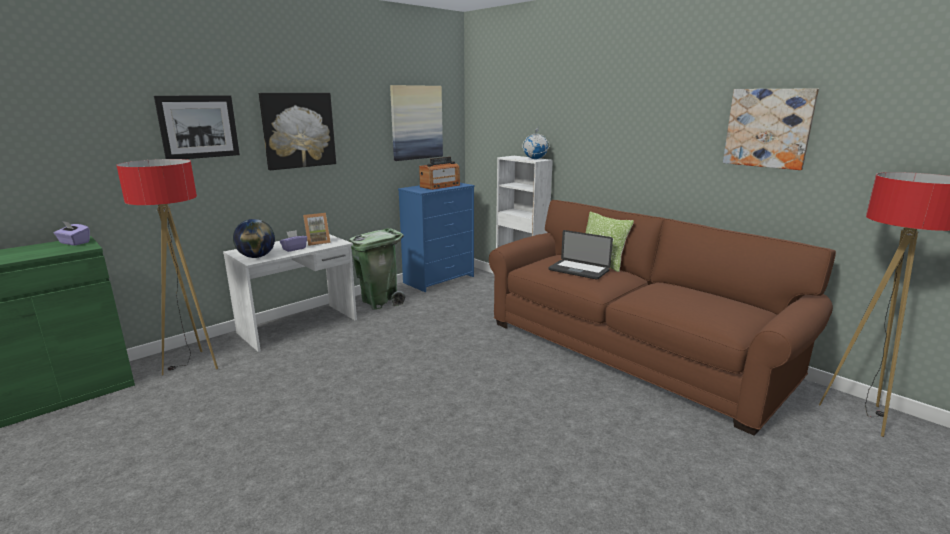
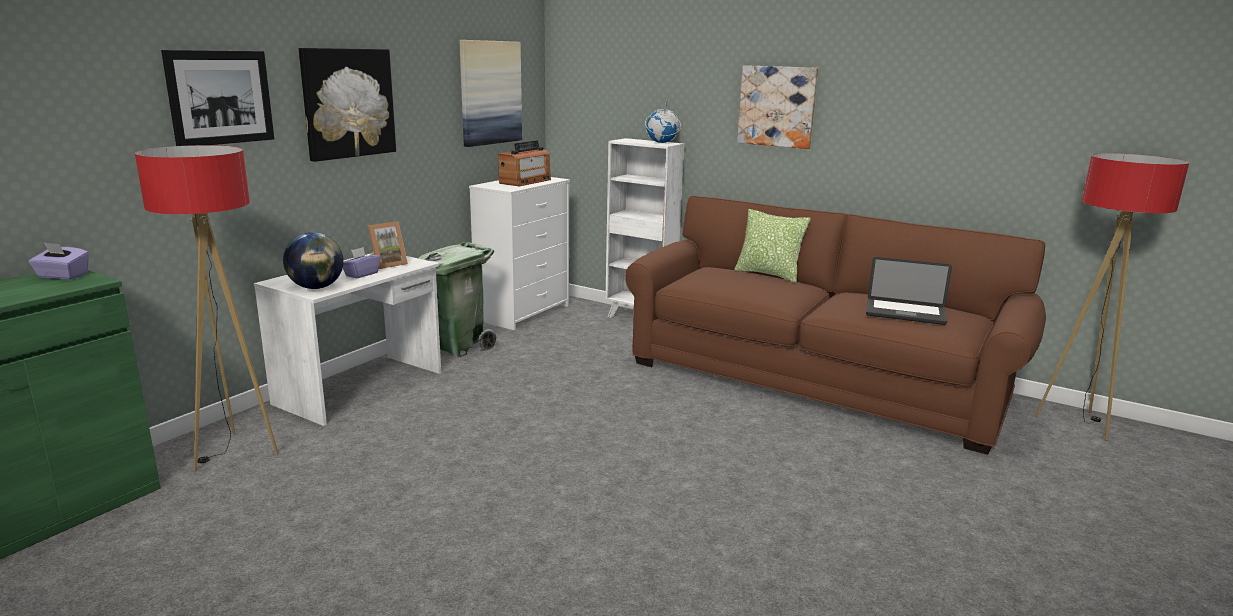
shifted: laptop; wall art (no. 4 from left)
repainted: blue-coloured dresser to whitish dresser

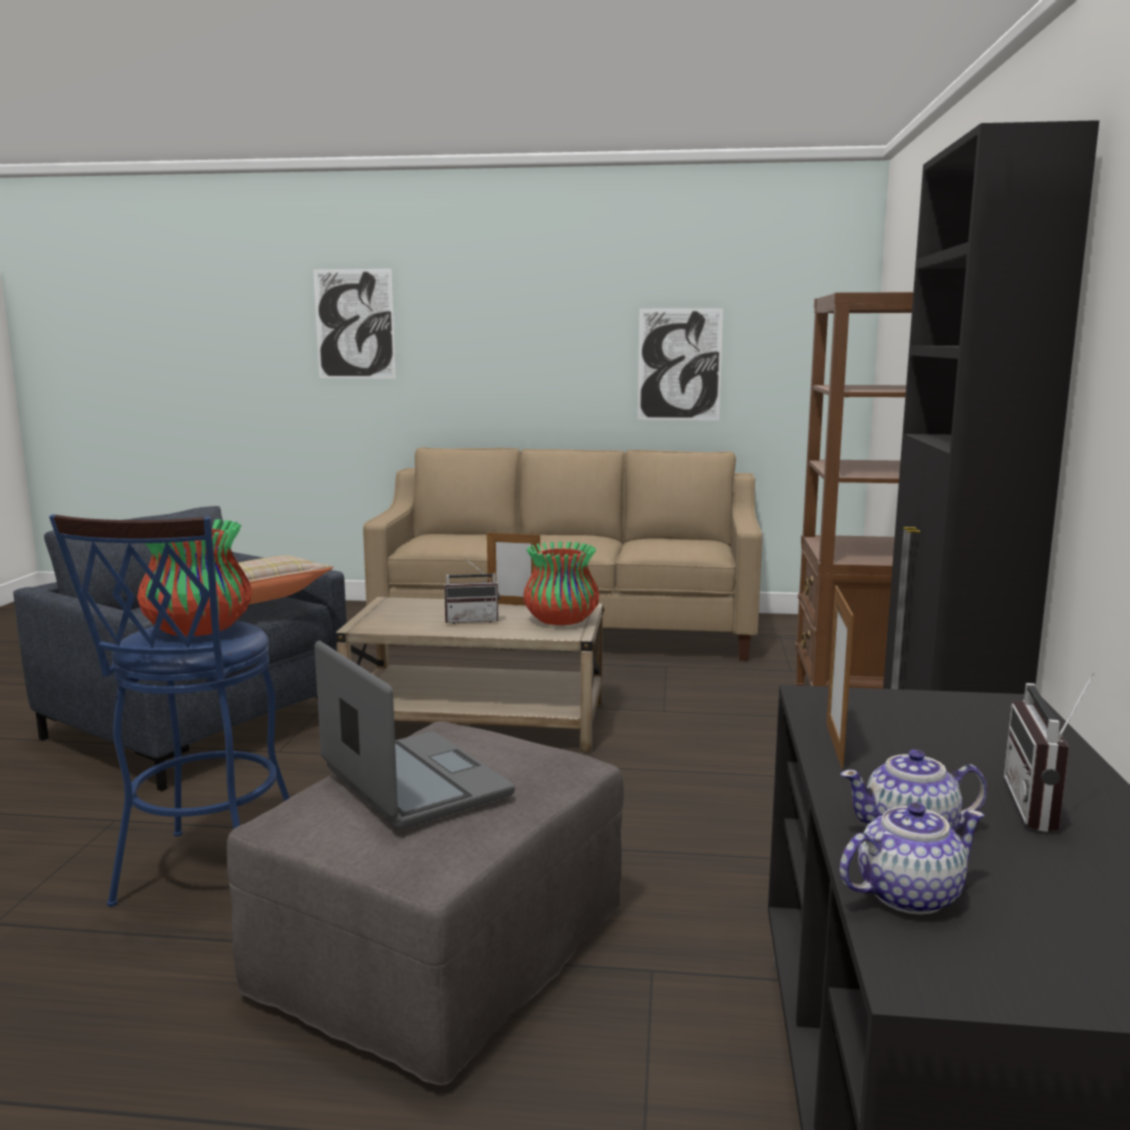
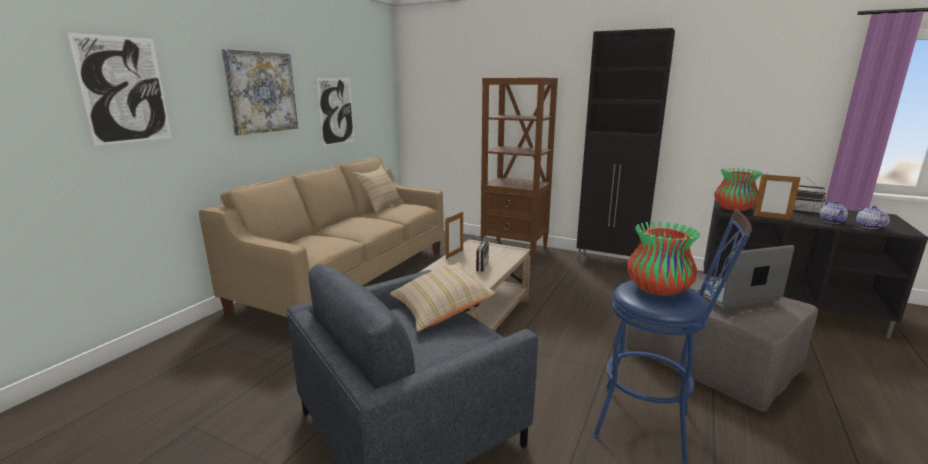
new: wall art (no. 2 from left); beige pillow (no. 1 from left)
shifted: flower vase (no. 2 from left)

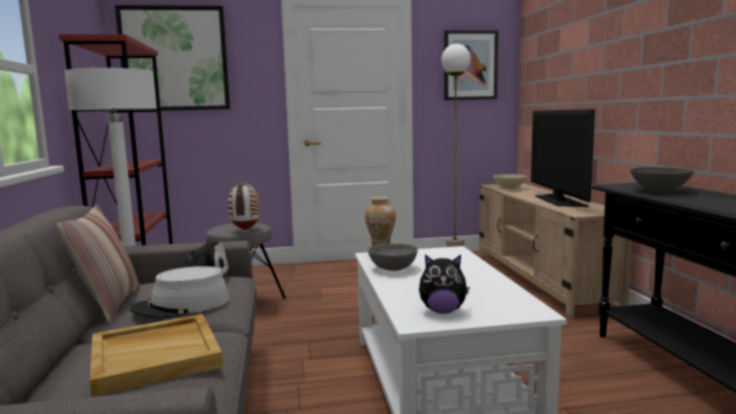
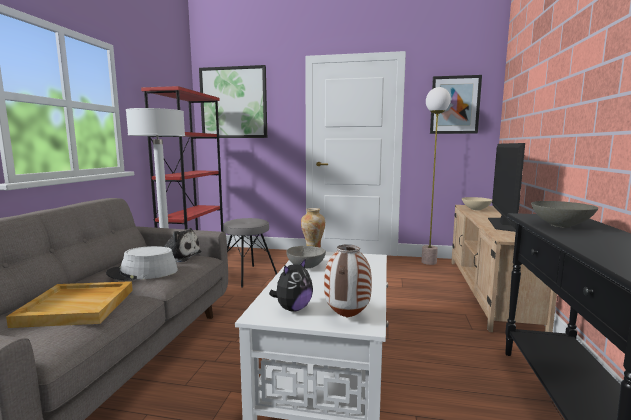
gone: pillow
shifted: flower vase (no. 1 from left in the first image) to flower vase (no. 2 from left)
rotated: plush toy (no. 2 from left) 75 degrees counterclockwise

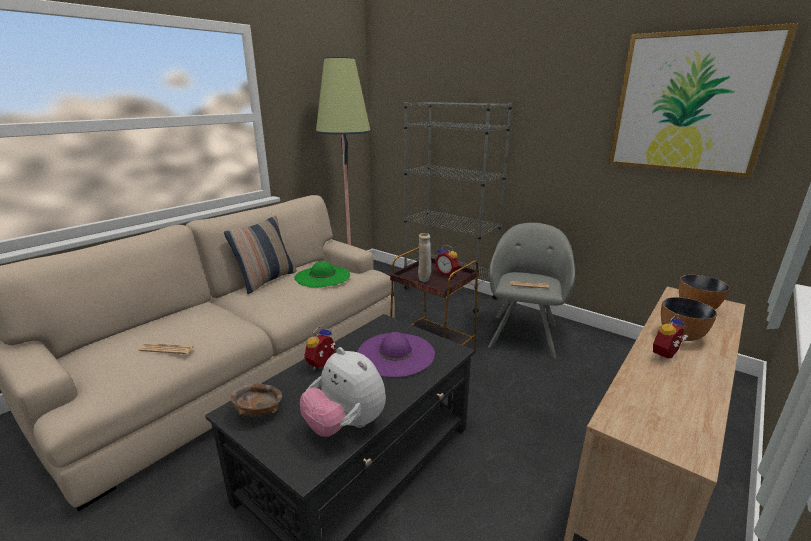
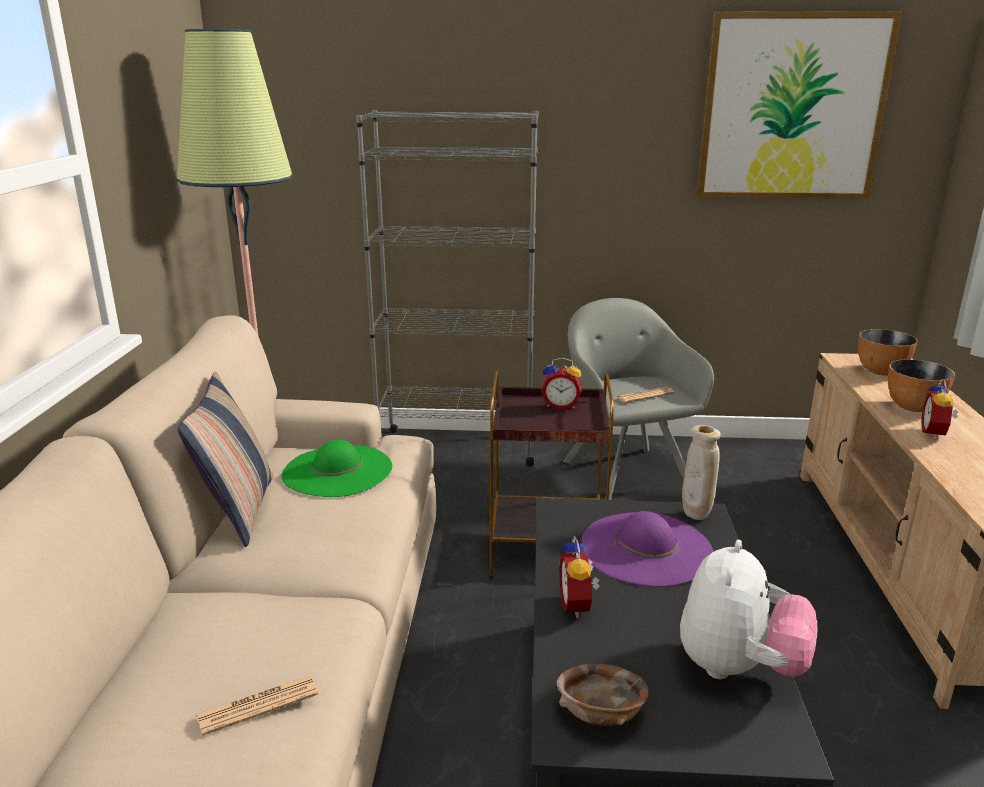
shifted: beige flower vase
rotated: plush toy 75 degrees counterclockwise

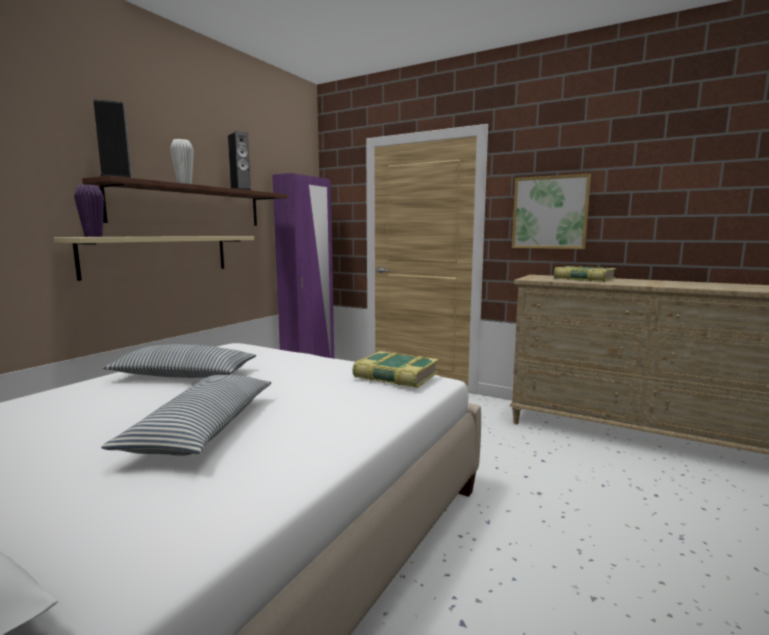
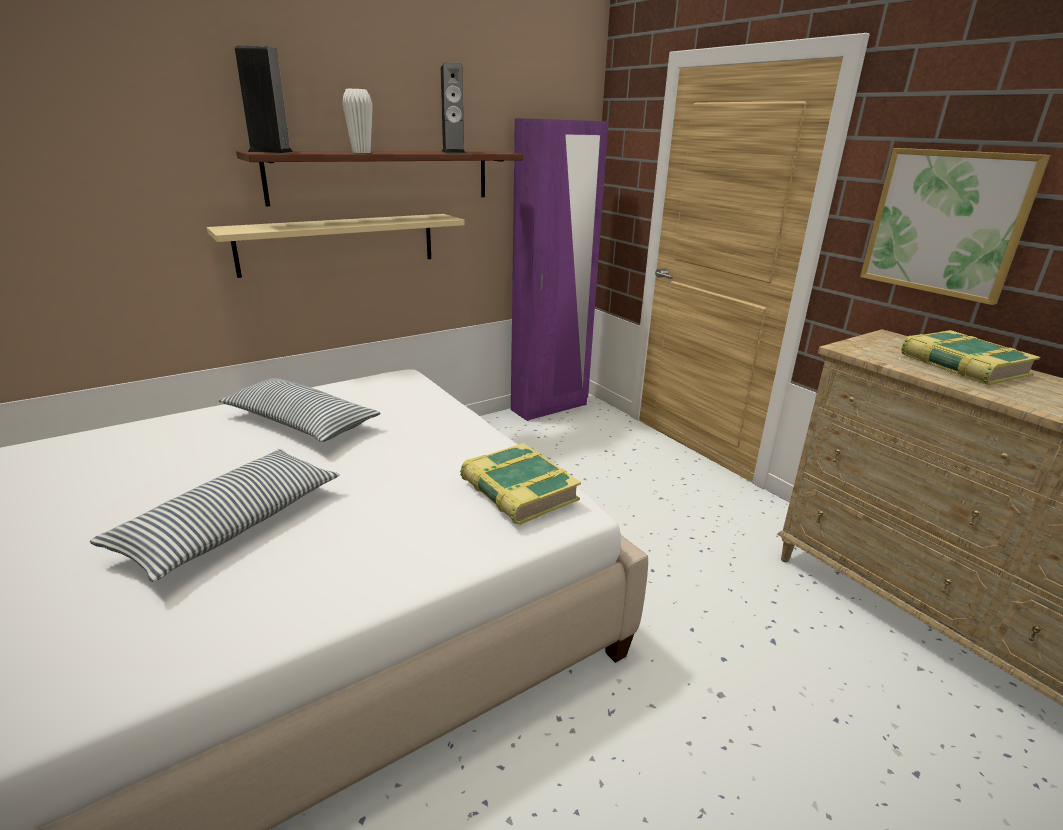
gone: purple-coloured flower vase

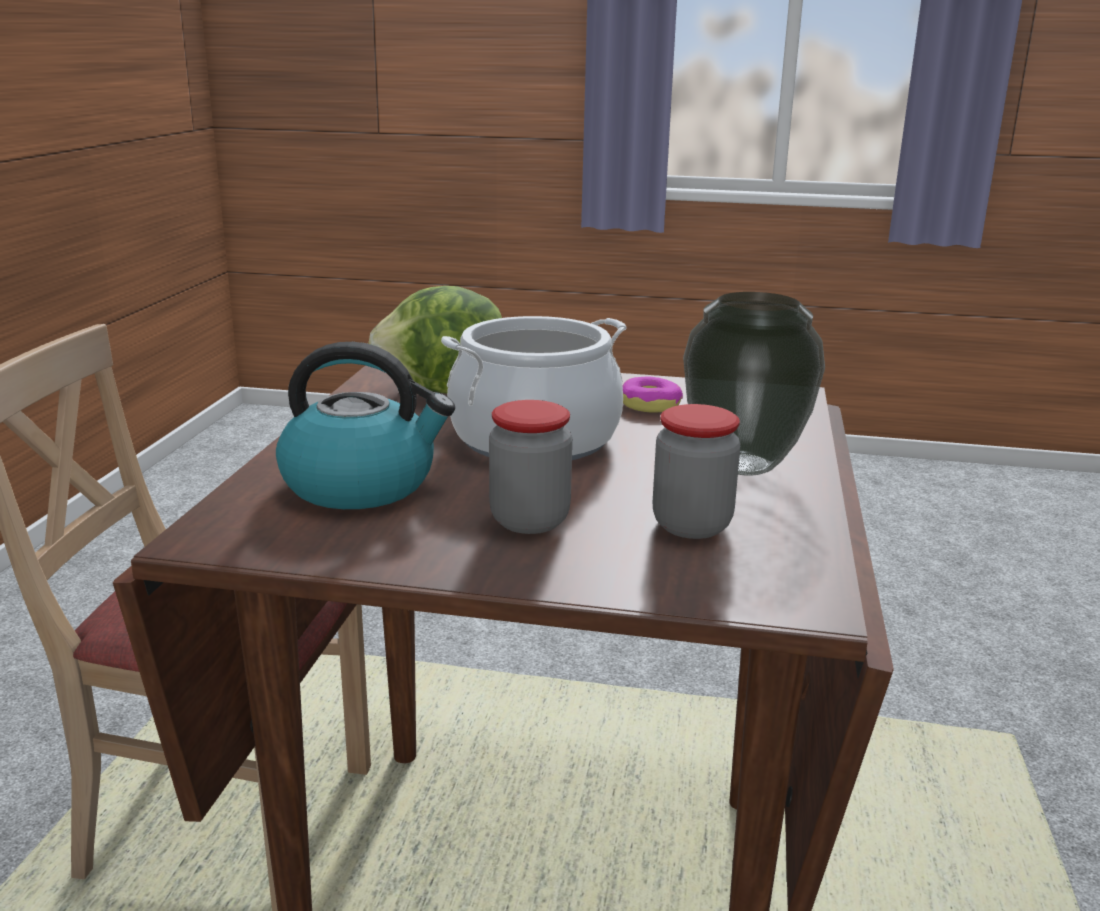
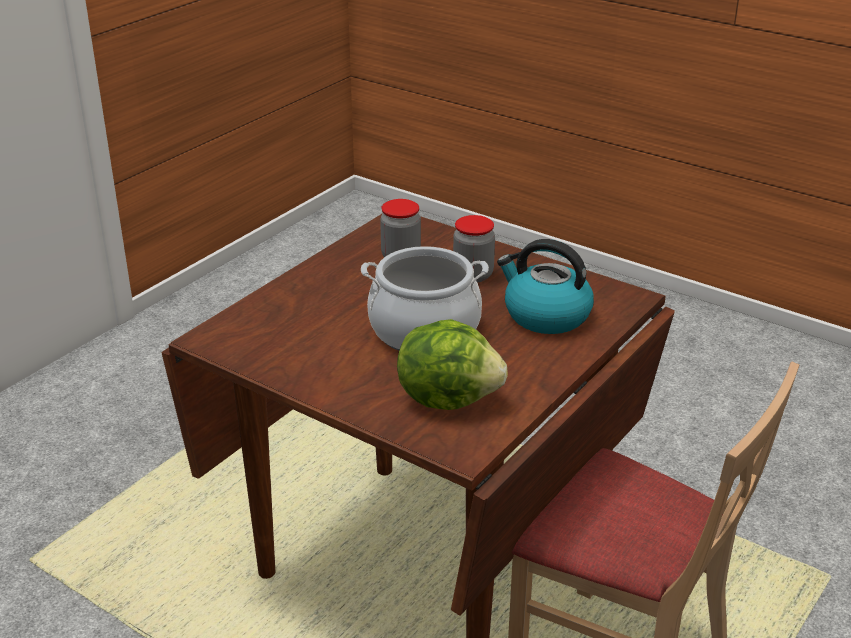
gone: donut; flower vase

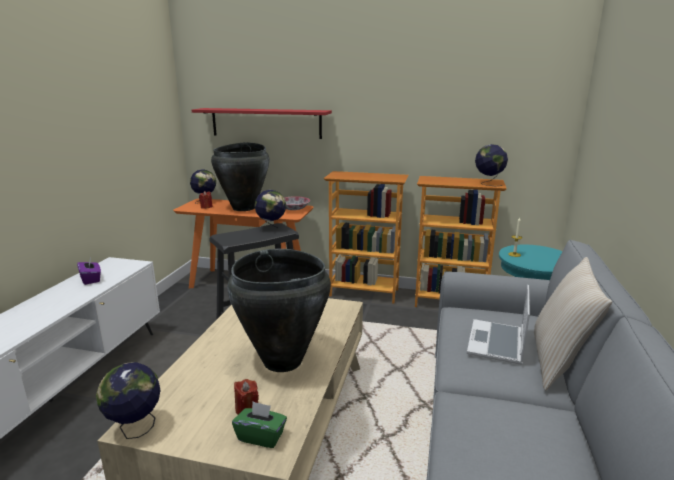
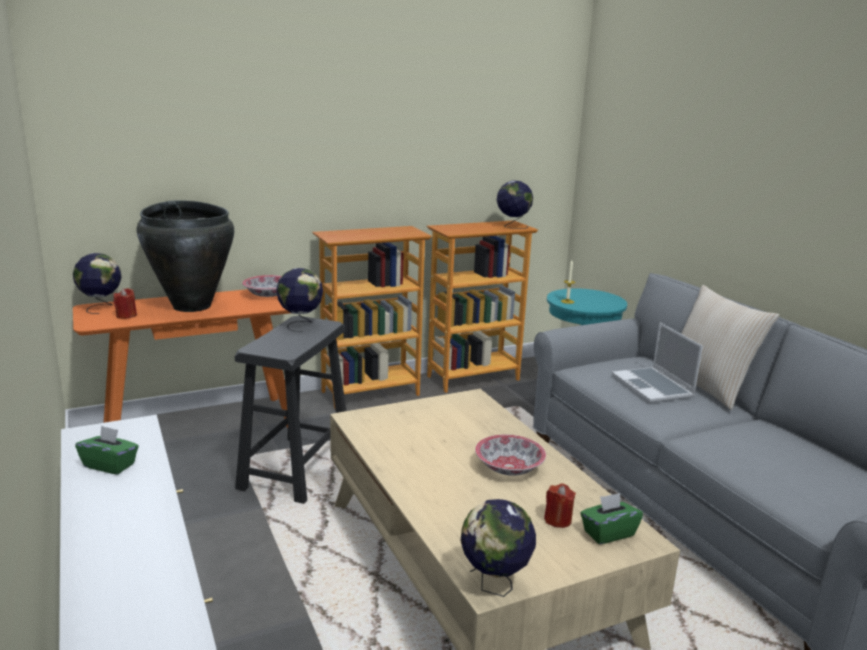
gone: reddish bracket shelf
swapped: black-coloured flower vase (no. 2 from left) to deep dish (no. 2 from left)
repainted: purple-coloured tissue box to green-coloured tissue box (no. 1 from left)

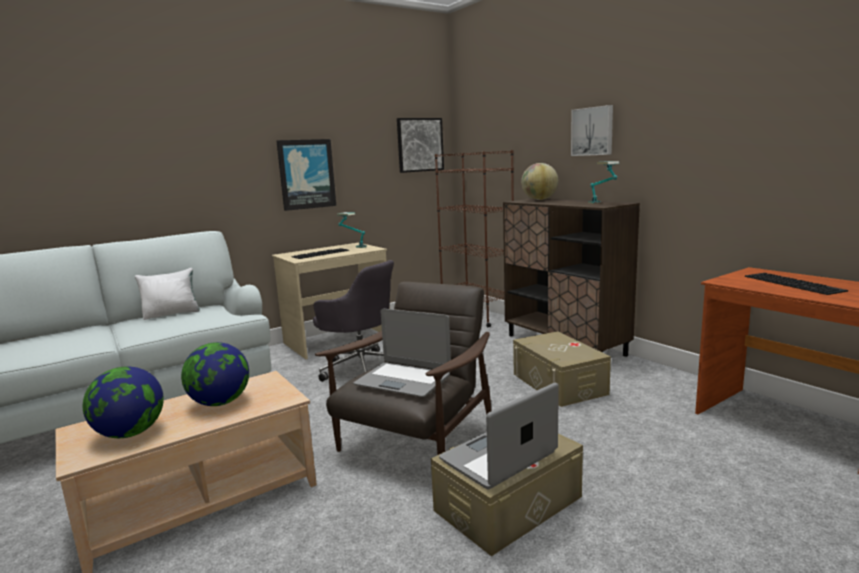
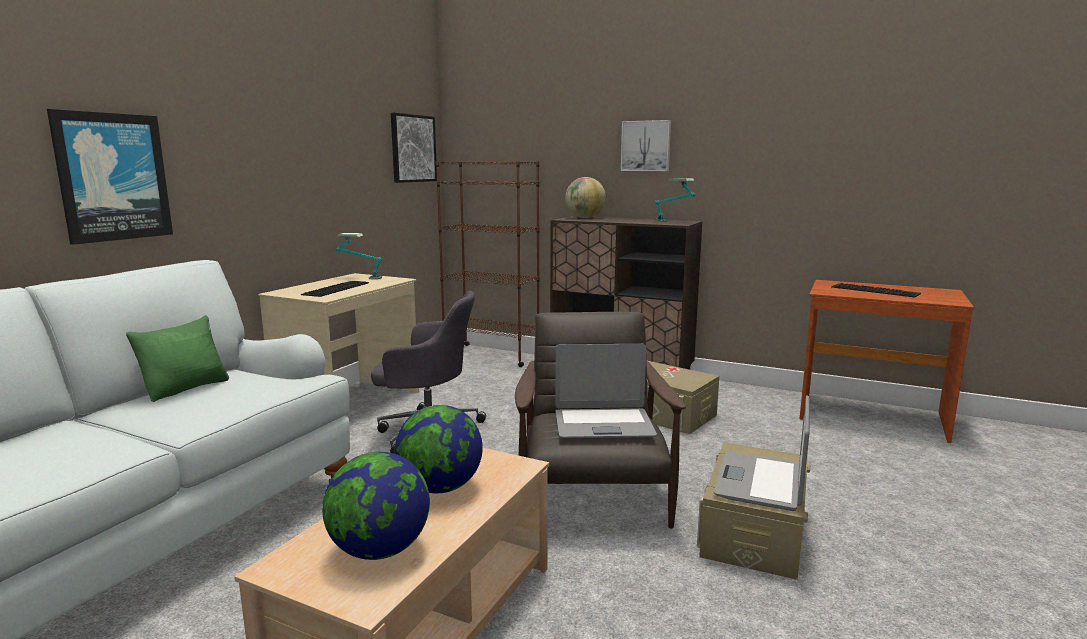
shifted: wall art (no. 1 from left)
repainted: whitish pillow to green-coloured pillow

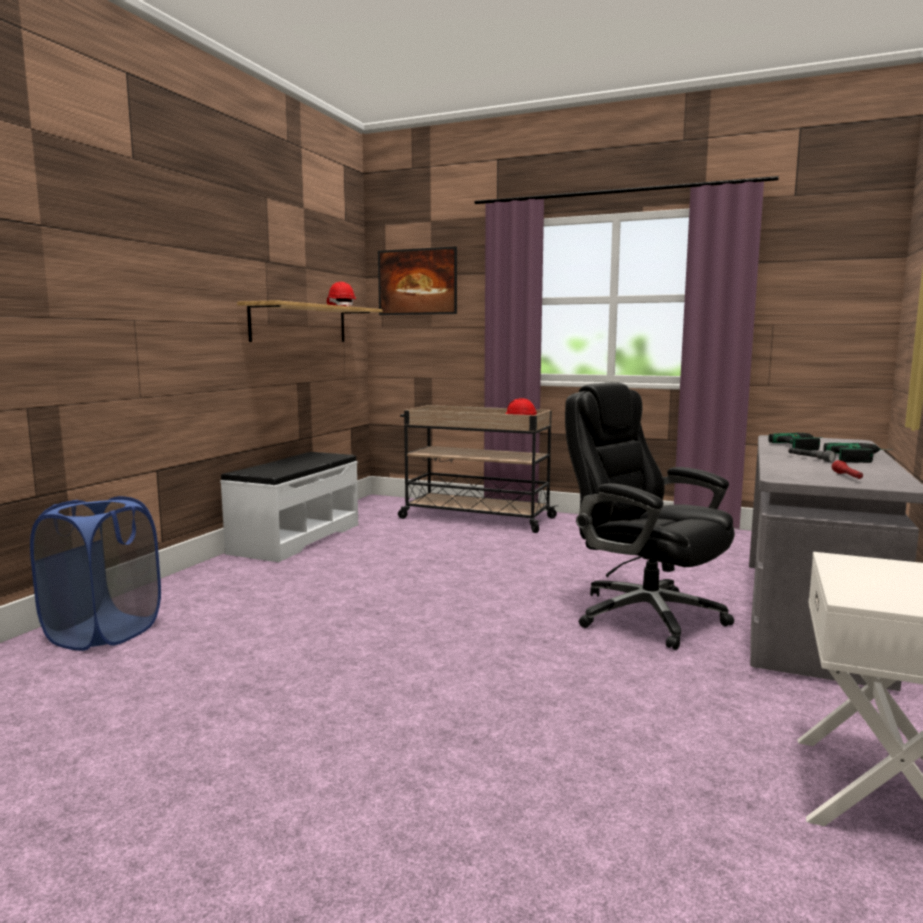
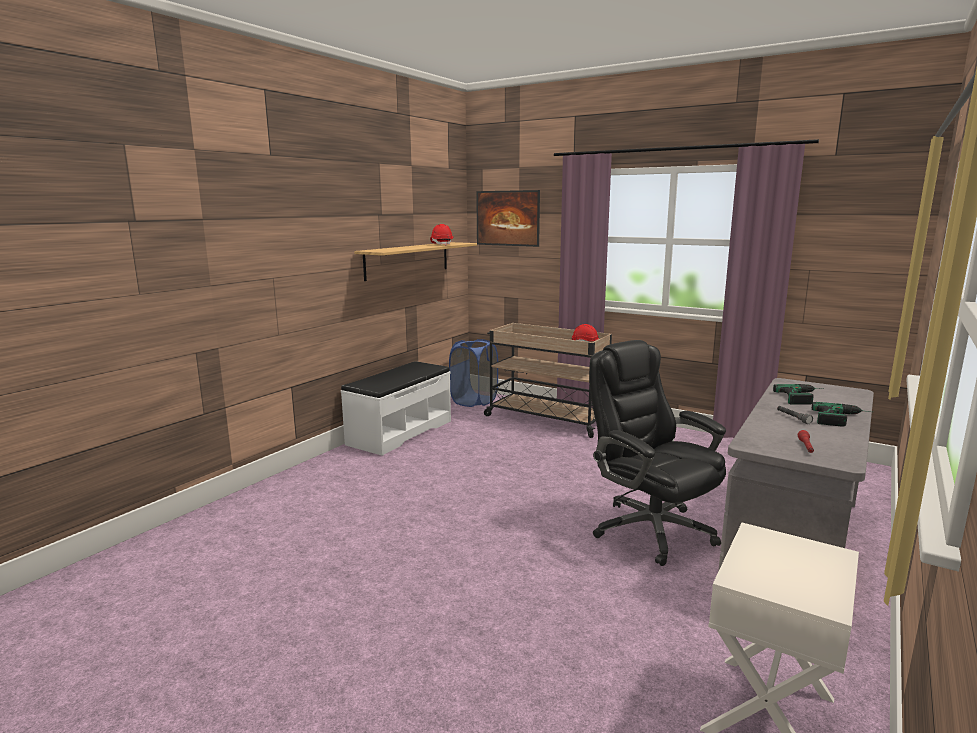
shifted: blue-coloured laundry basket

